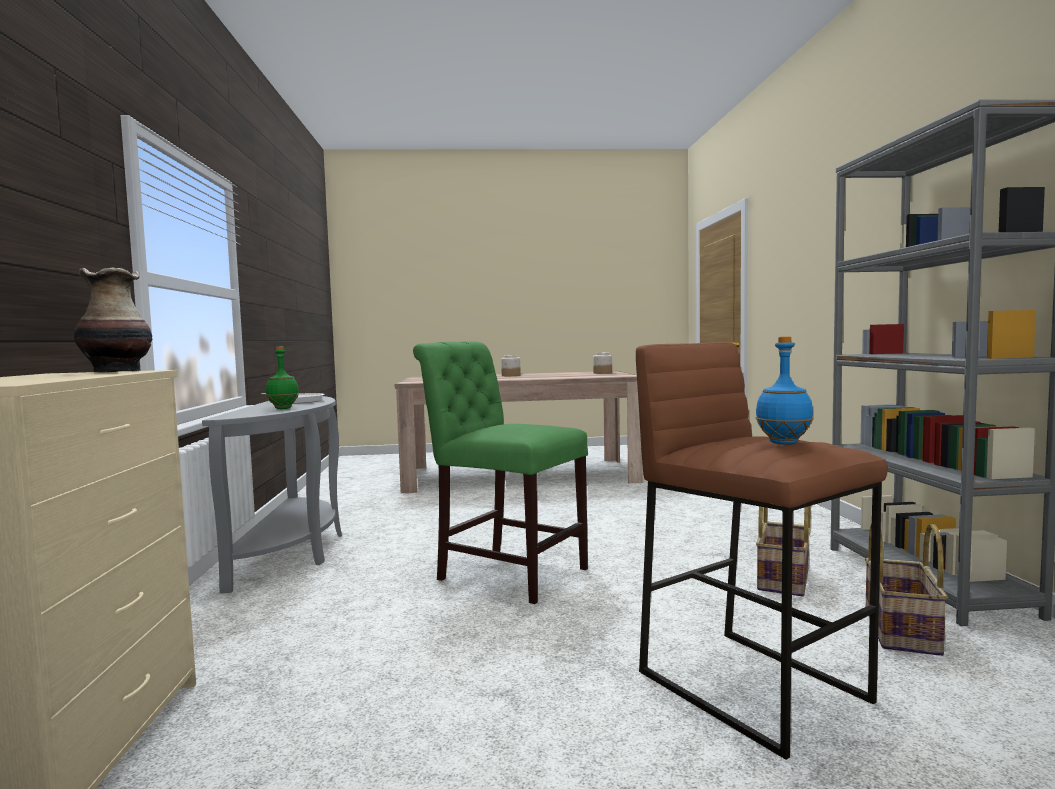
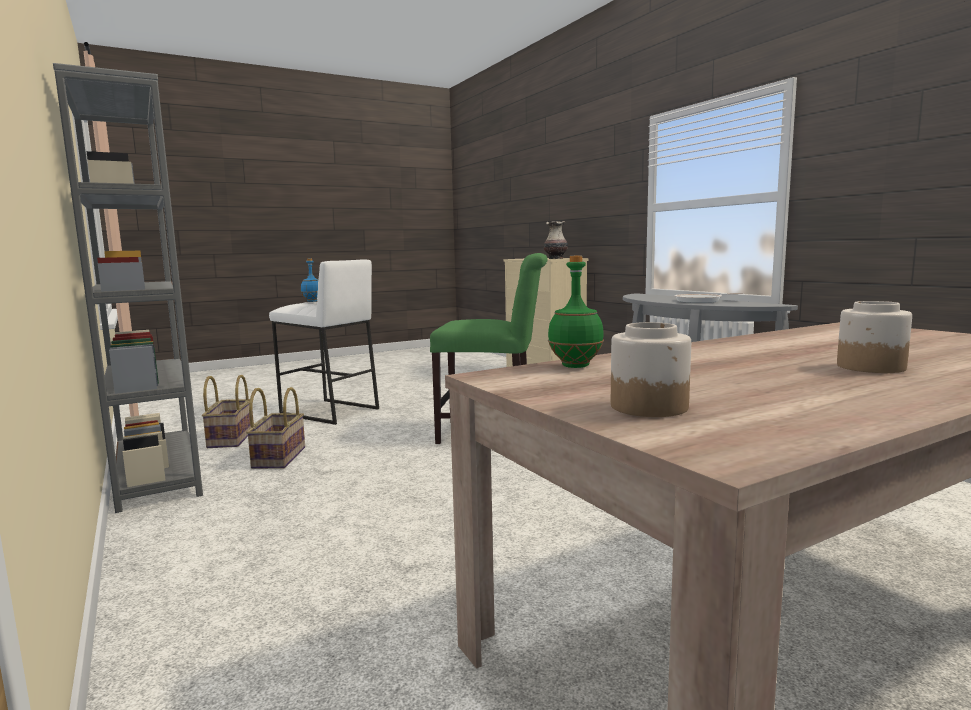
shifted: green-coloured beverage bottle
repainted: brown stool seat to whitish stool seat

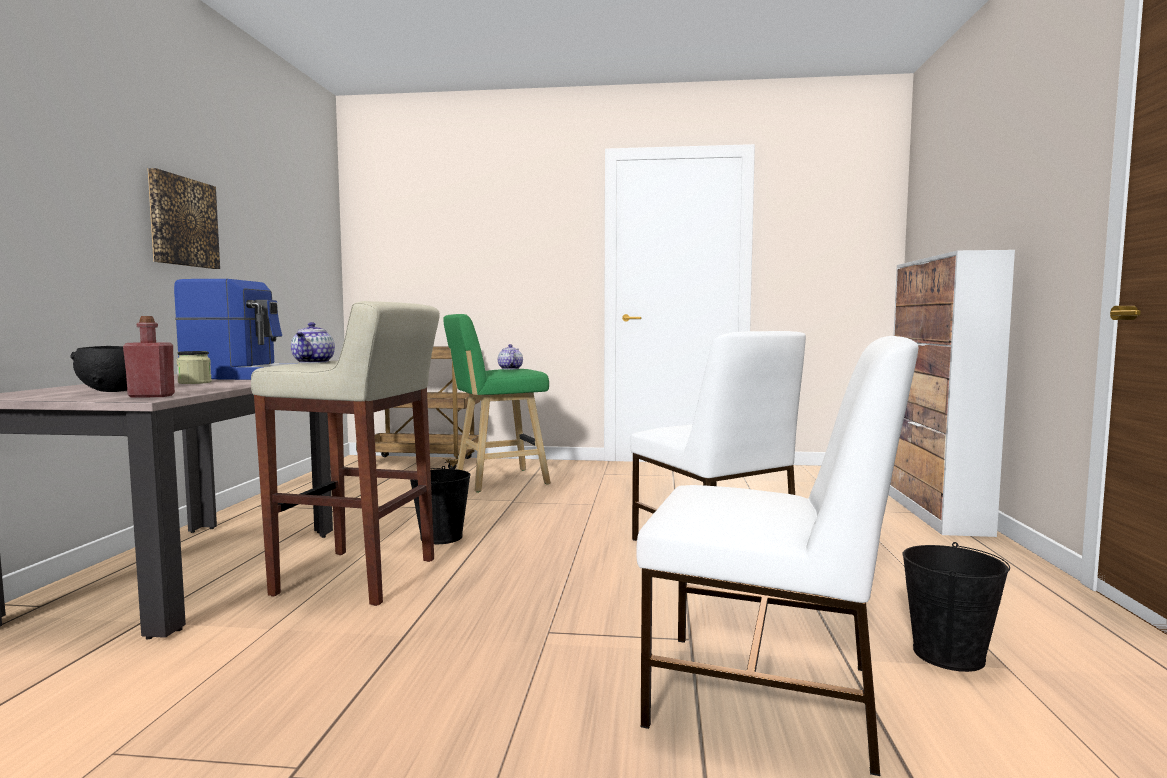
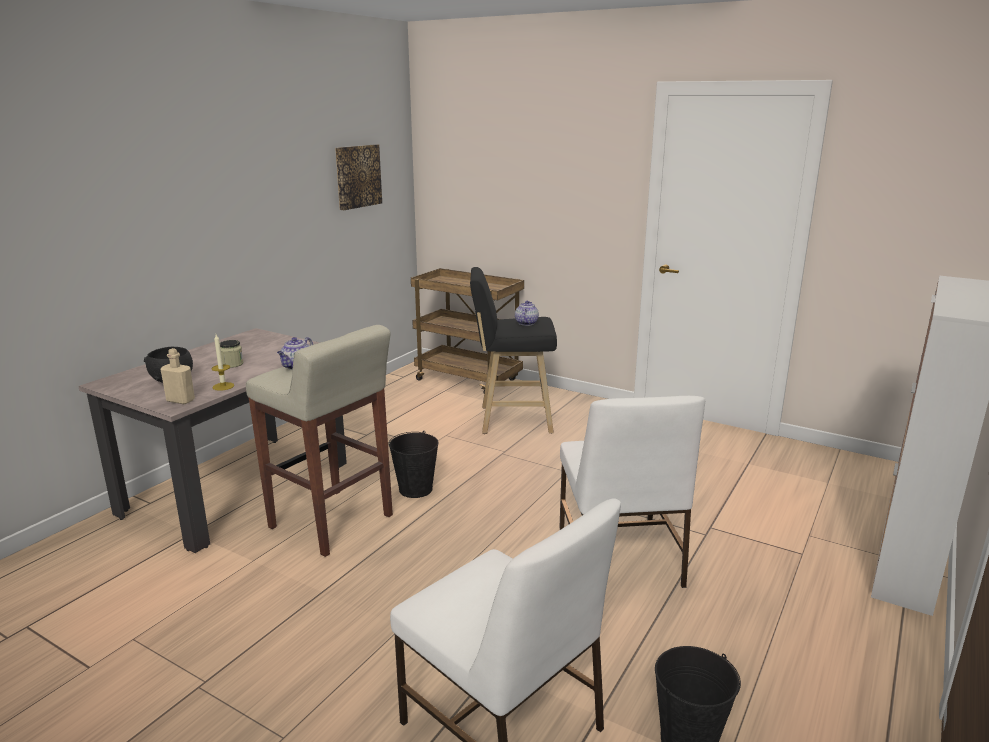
gone: coffee machine
new: candle
shifted: wall art
repainted: reddish beverage bottle to beige beverage bottle; green-coloured stool seat to black-coloured stool seat

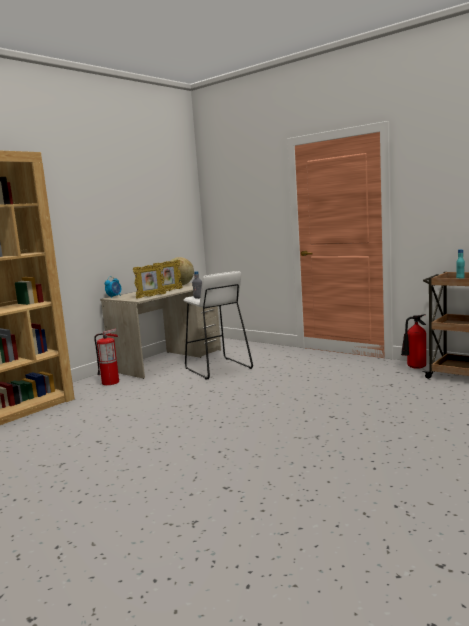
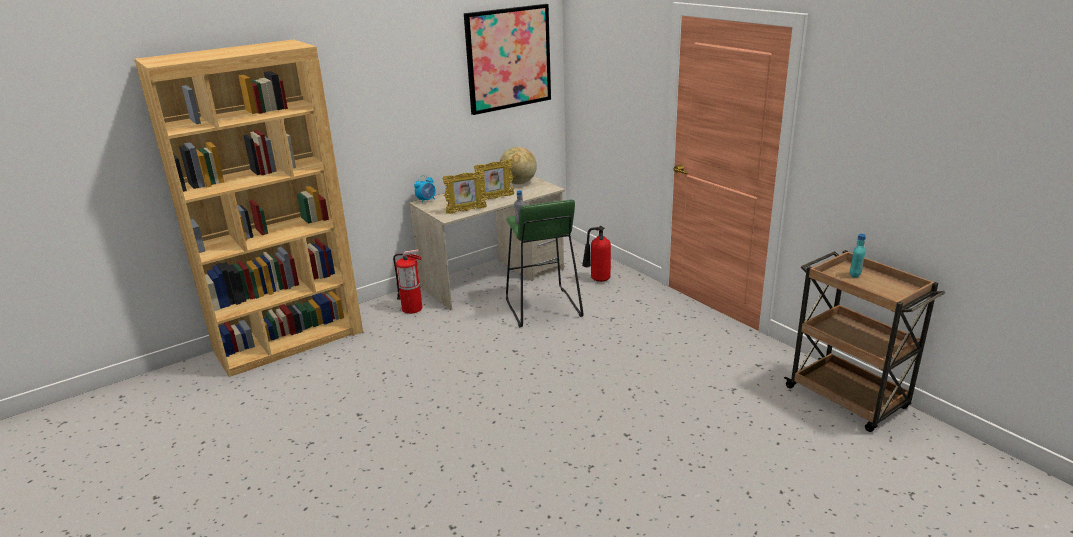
new: wall art
shifted: fire extinguisher (no. 2 from left)
repainted: whitish stool seat to green-coloured stool seat

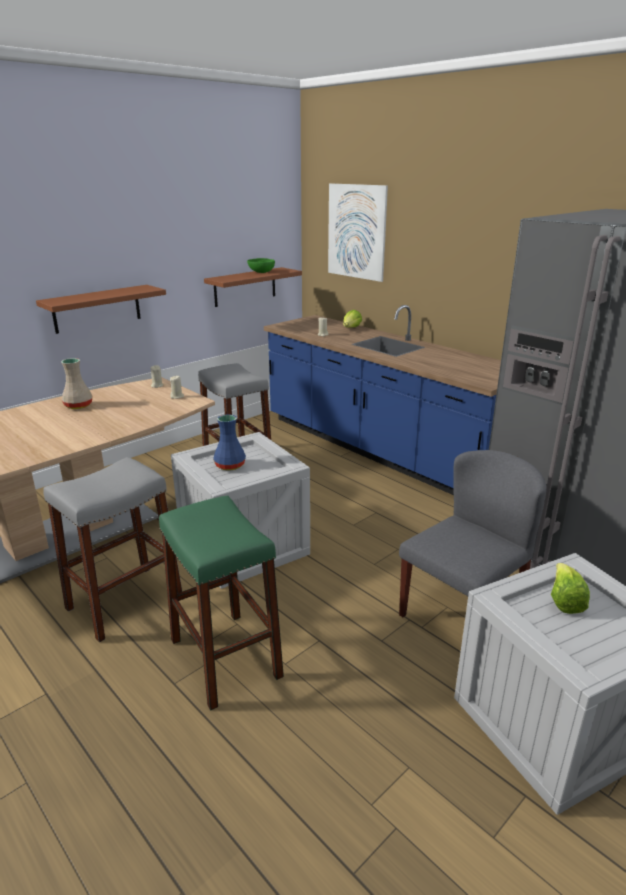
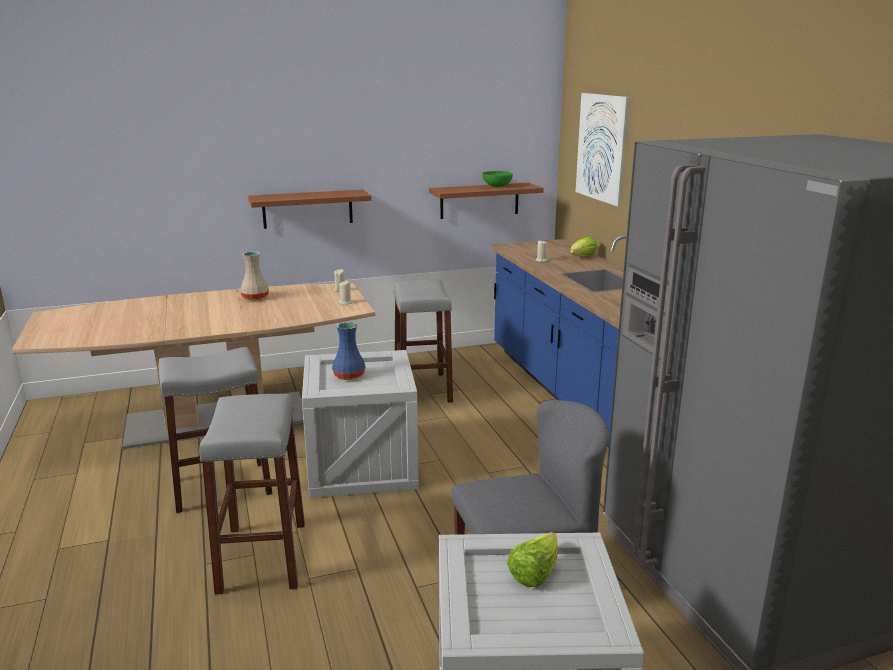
repainted: green-coloured stool seat to greyish stool seat (no. 2 from left)

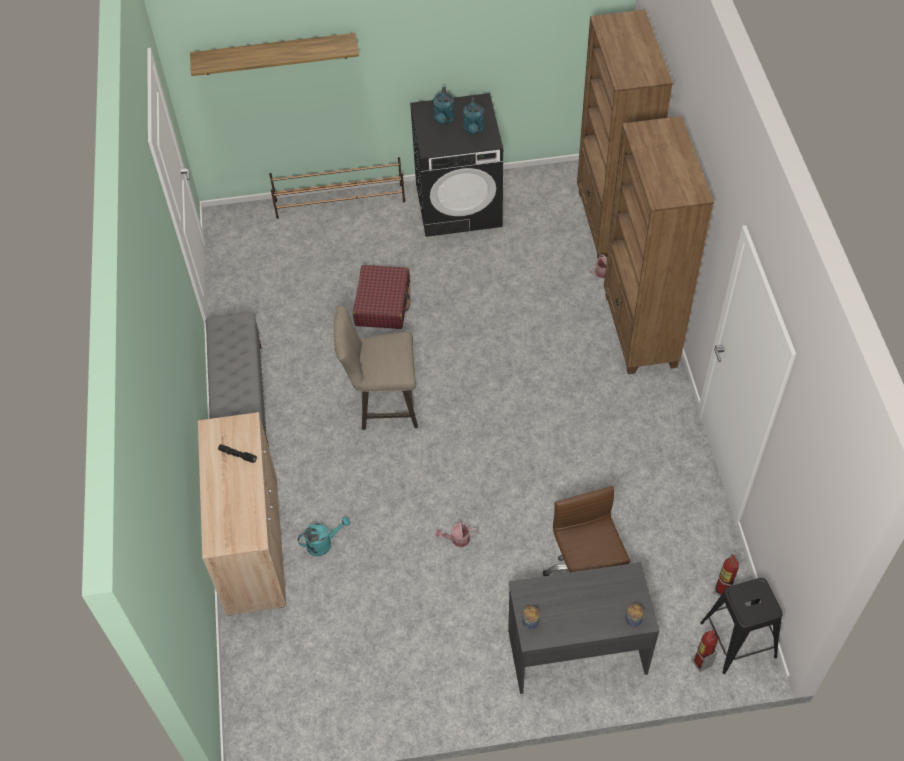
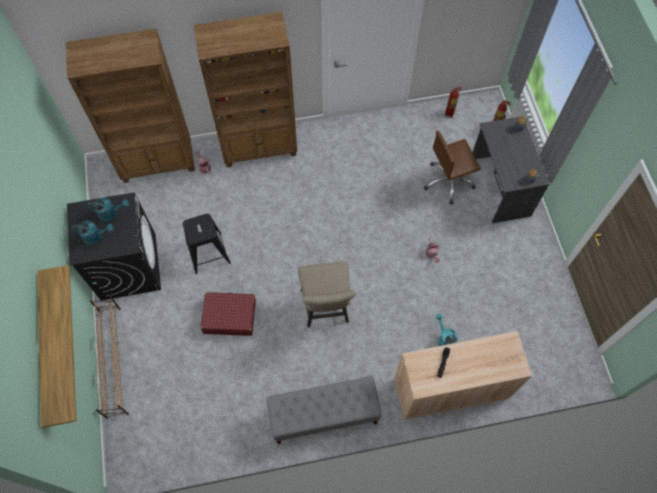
shifted: black-coloured stool seat

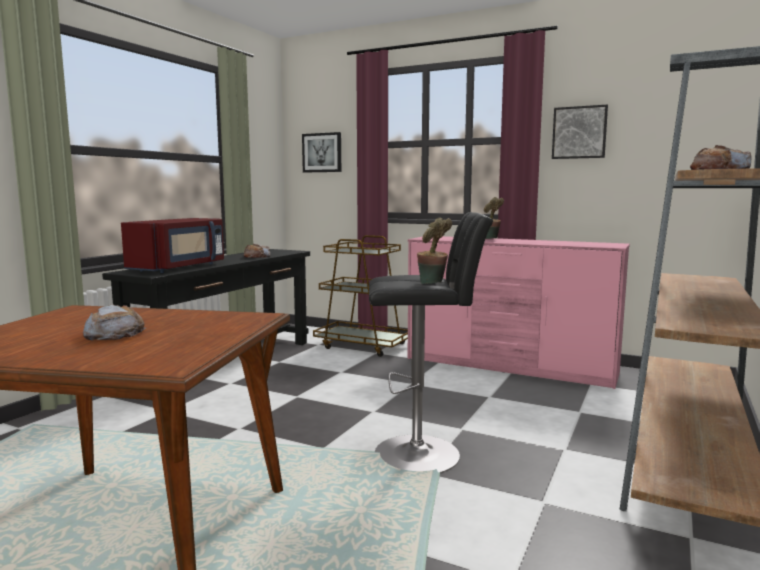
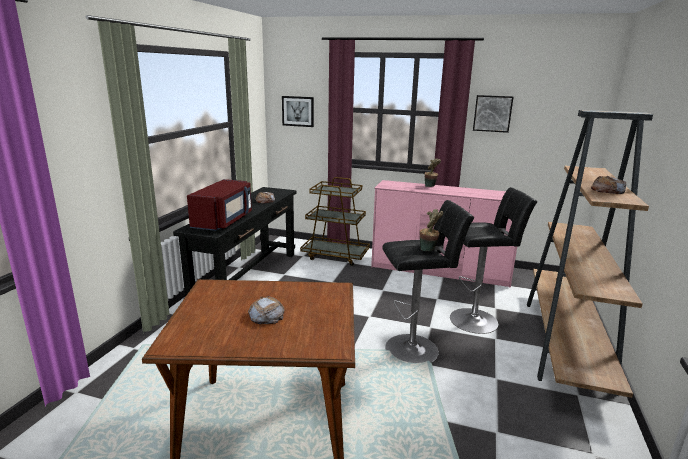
new: black-coloured stool seat (no. 2 from left)

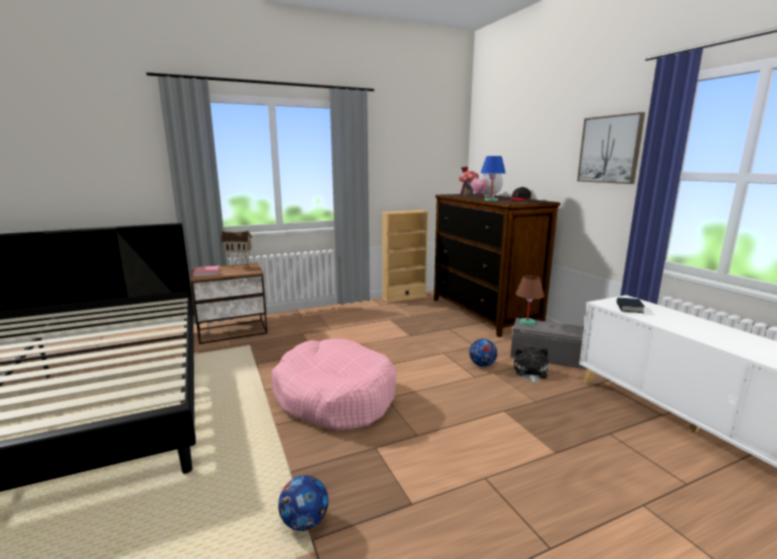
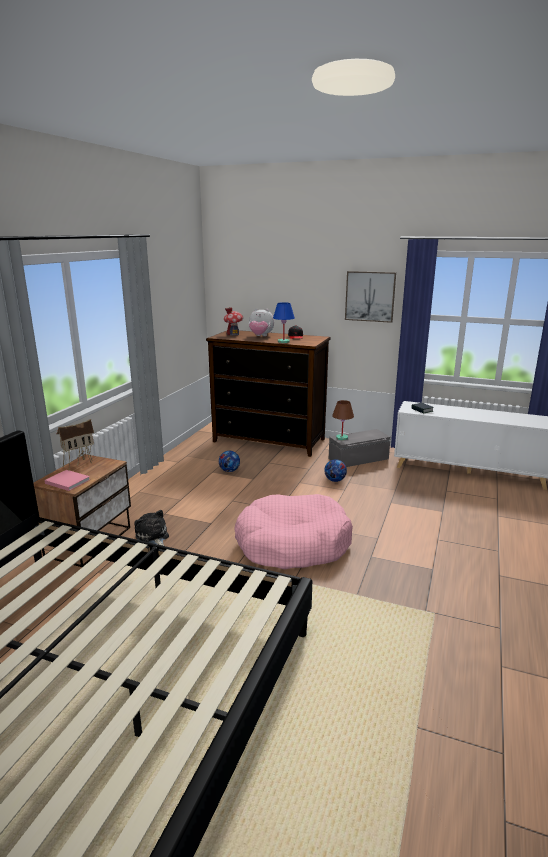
gone: beige bookshelf
shifted: football (no. 1 from left); plush toy (no. 2 from left in the first image) to plush toy (no. 1 from left)

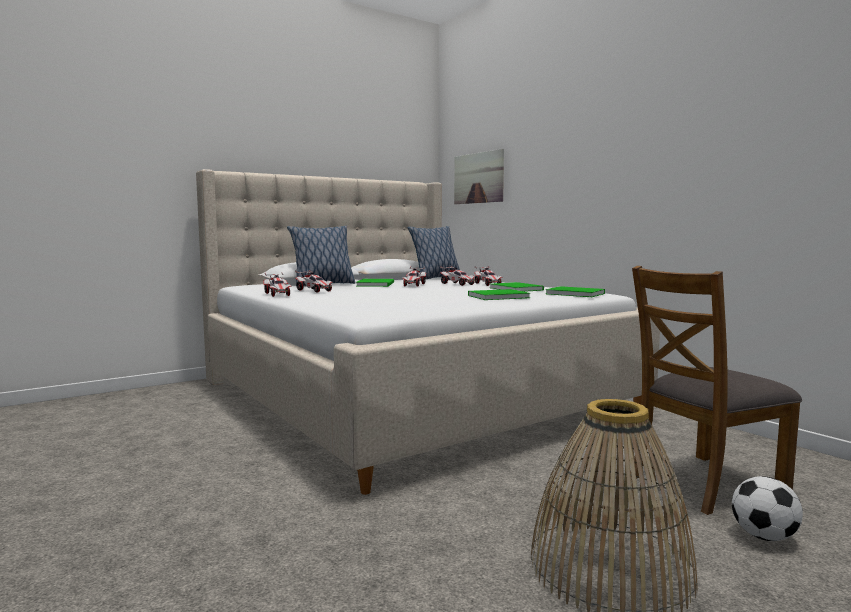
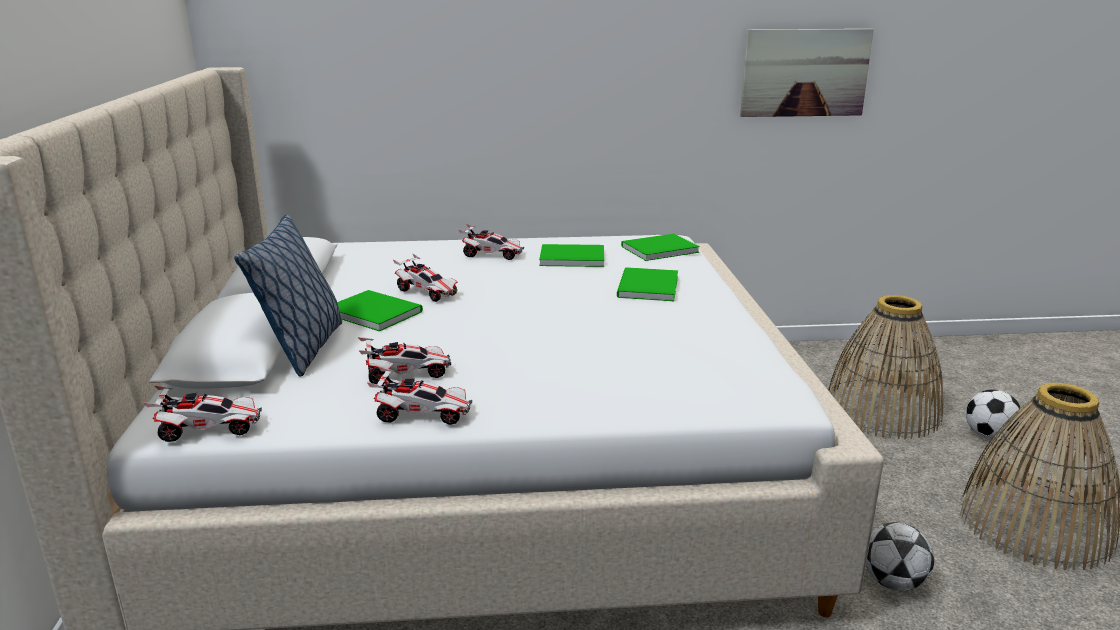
gone: pillow (no. 2 from left)
new: football (no. 1 from left)
shifted: model car (no. 4 from left in the first image) to model car (no. 1 from left); wall art
swapped: brown plain chair to basket (no. 1 from left)

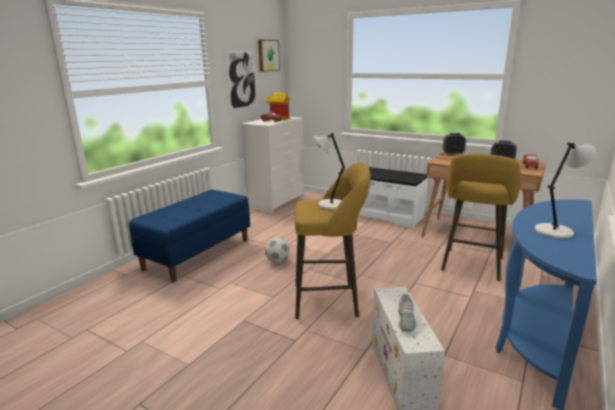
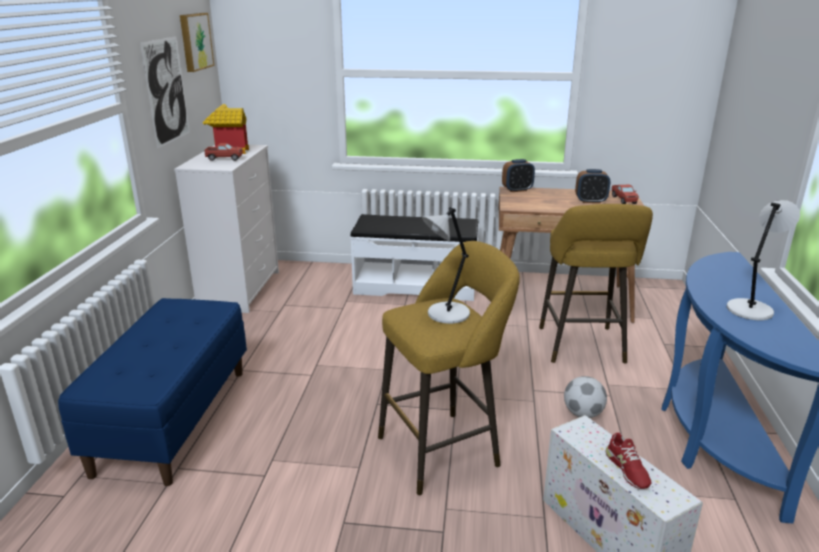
shifted: football
repainted: greyish item of footwear to reddish item of footwear

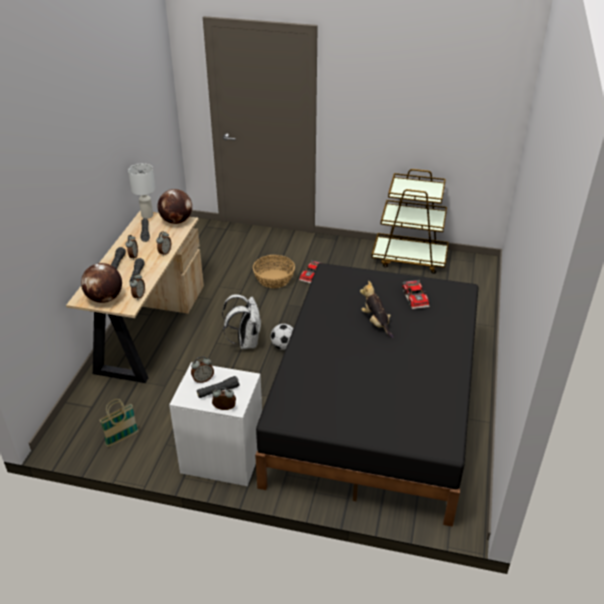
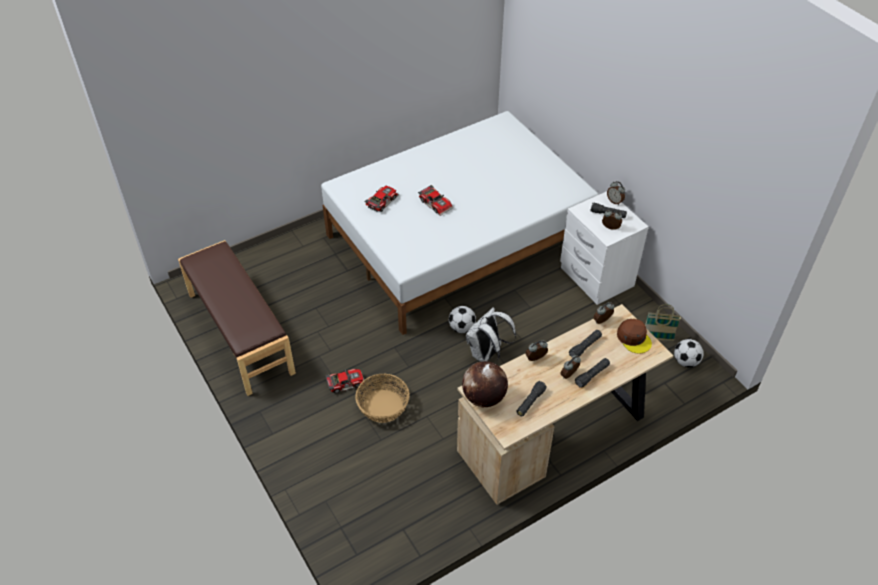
gone: whitish table lamp
new: football (no. 2 from left)
swapped: desk globe (no. 1 from left) to brown cap; plush toy to model car (no. 3 from left); brown trolley to brown bench
repainted: black-coloured sleeping bed to whitish sleeping bed

